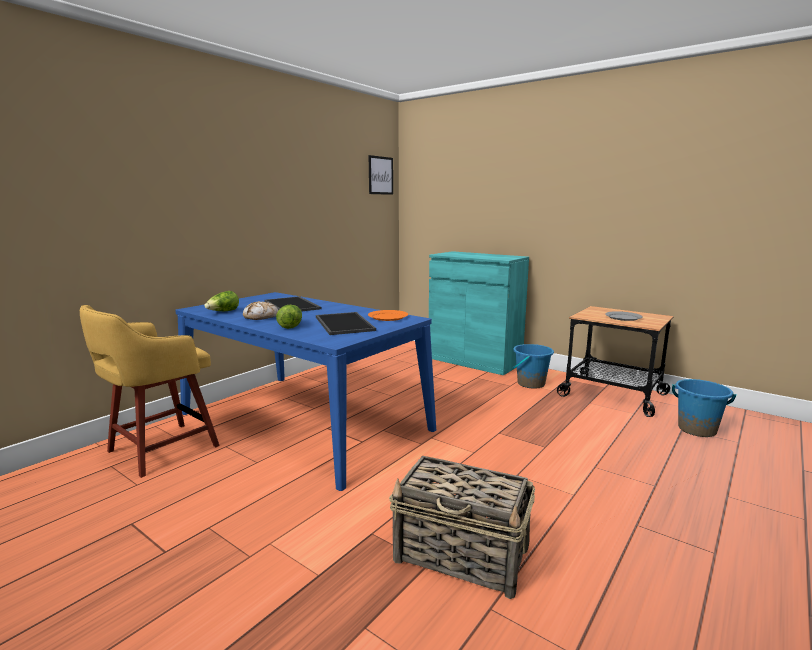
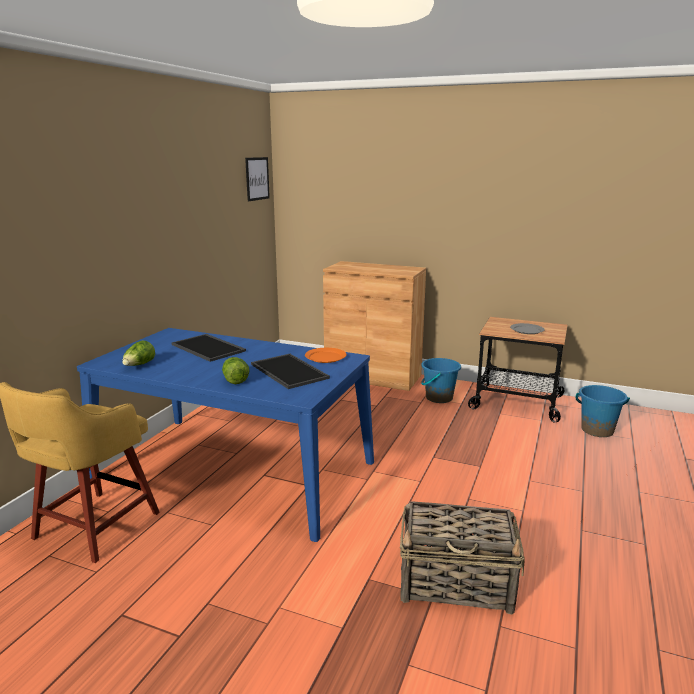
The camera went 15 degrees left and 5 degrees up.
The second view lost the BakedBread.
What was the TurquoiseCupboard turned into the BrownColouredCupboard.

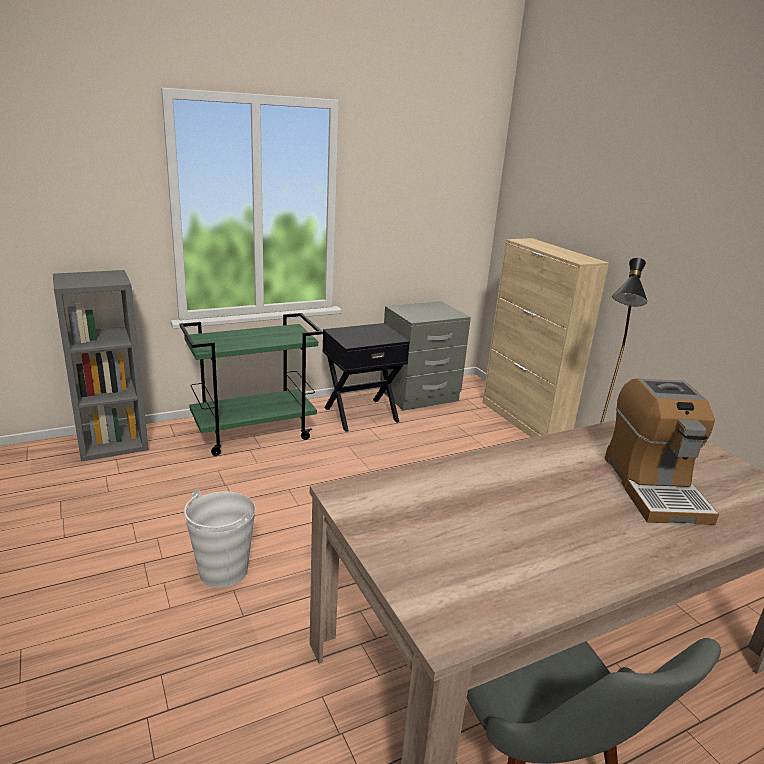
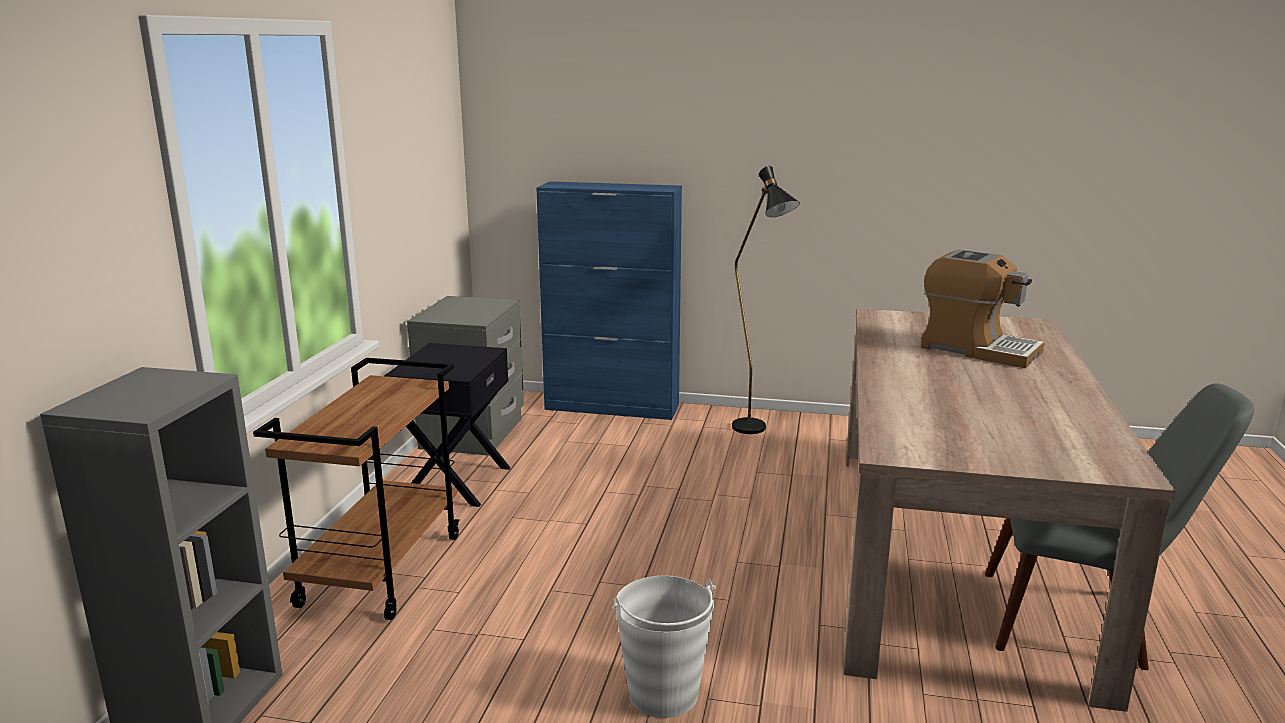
The camera went 50 degrees left and 5 degrees down.
What was the GreenColouredWheeledCart turned into the BrownColouredWheeledCart.
What was the BeigeColouredCupboard turned into the BluishCupboard.

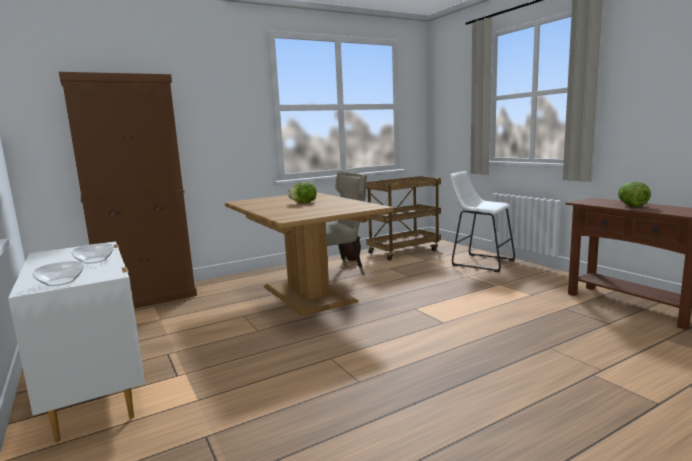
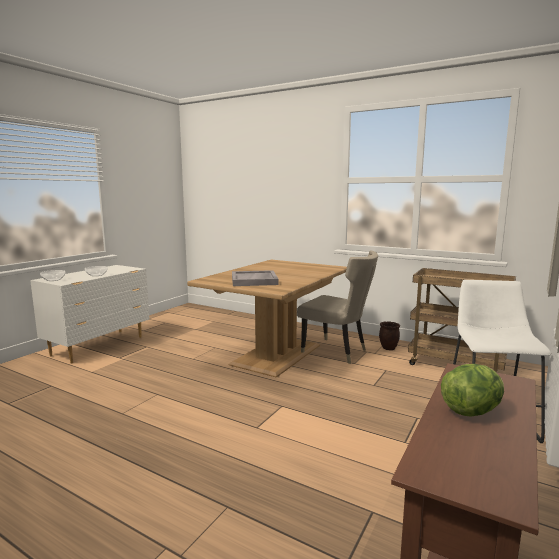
The camera went 60 degrees right and 0 degrees up.
The second view lost the BrownColouredCupboard.
The second view lost the HeadOfLettuce (no. 1 from left).
The second view gained the GrayTray.

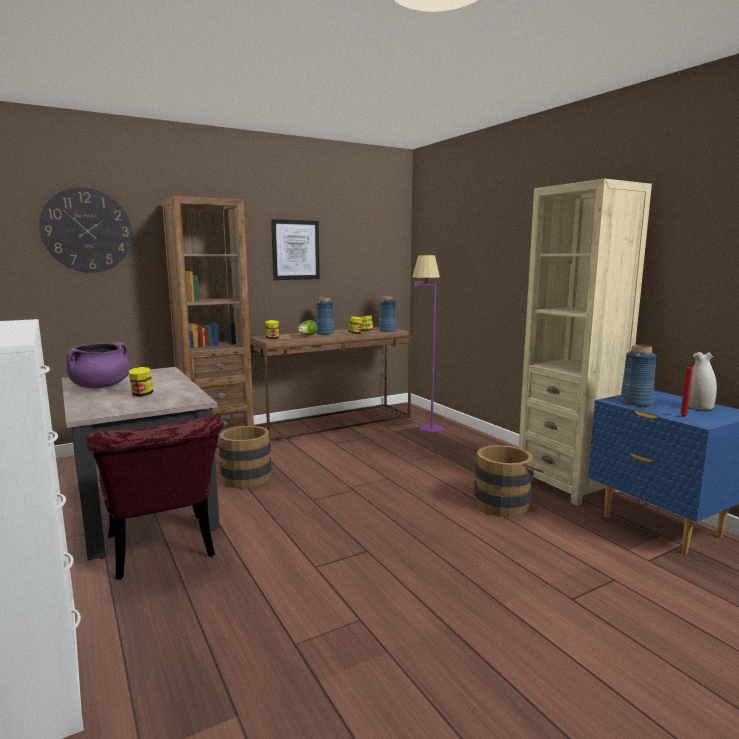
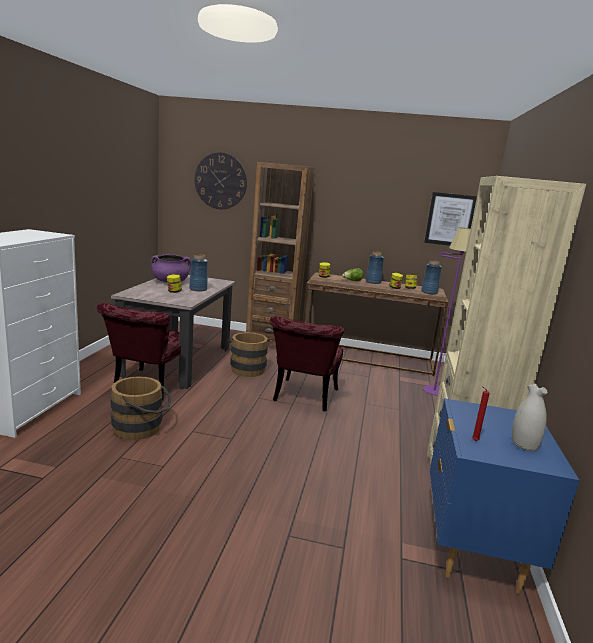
The camera went 40 degrees right and 5 degrees up.
The second view gained the ReddishChair (no. 2 from left).
The Picture ended up elsewhere.
The BrownColouredBucket (no. 2 from left in the first image) ended up elsewhere.
The BluishVase (no. 3 from left in the first image) ended up elsewhere.

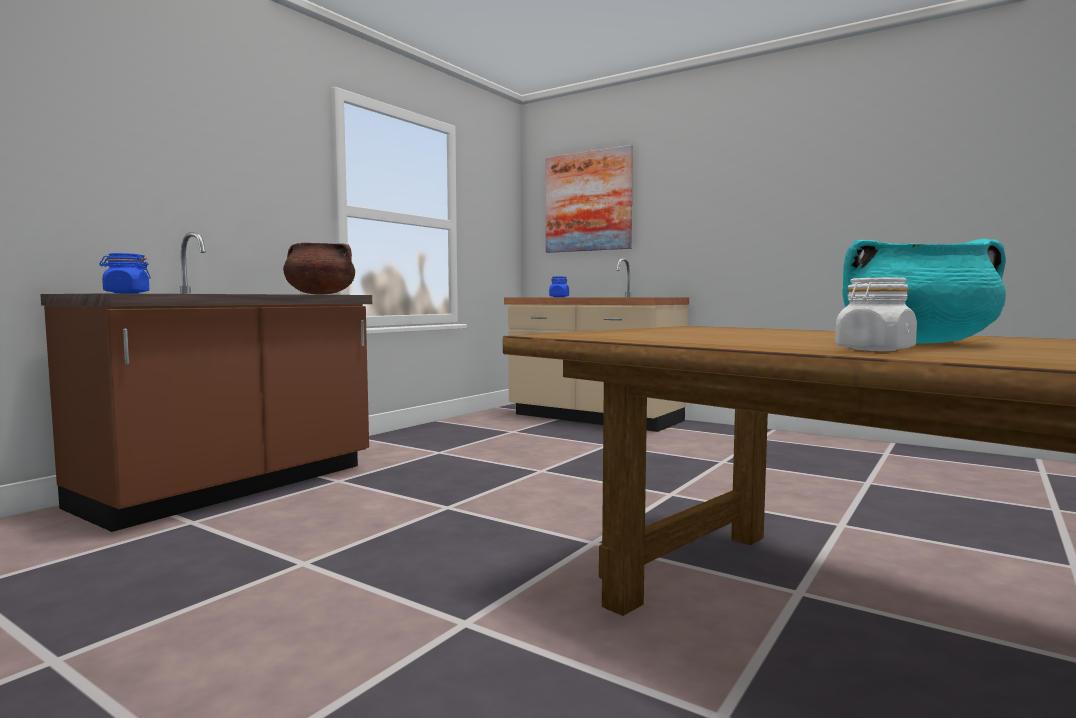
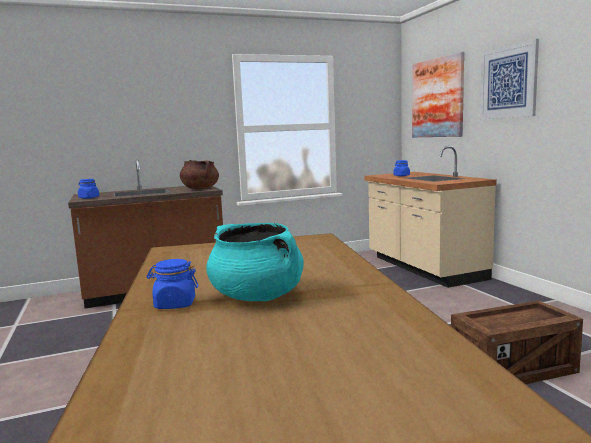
The camera went 35 degrees right and 5 degrees up.
The second view gained the Crate.
The second view gained the Picture (no. 2 from left).
What was the WhitishStorageJar turned into the BluishStorageJar (no. 2 from left).

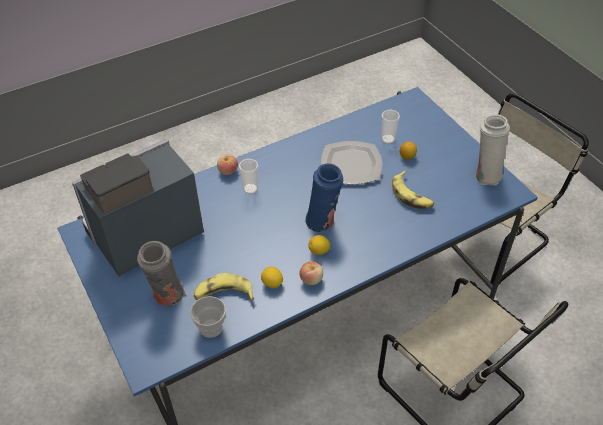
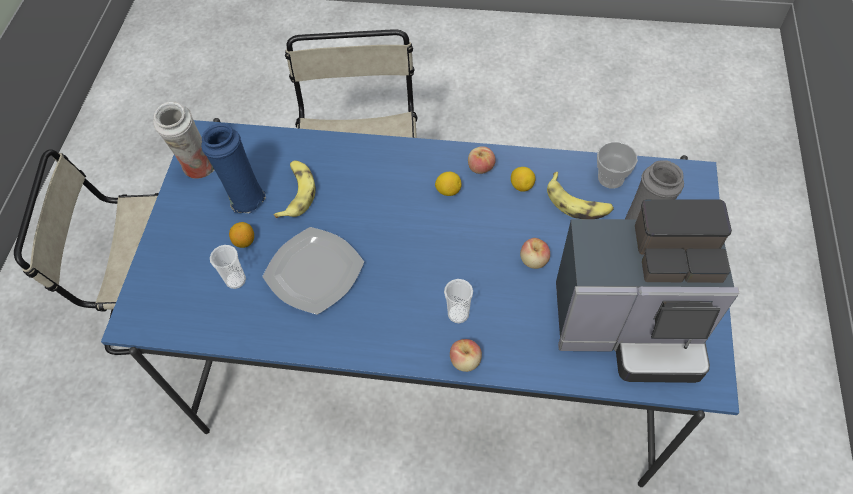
The camera went 140 degrees left and 10 degrees up.
The second view gained the WholeApple (no. 3 from left).
The BluishVase ended up elsewhere.

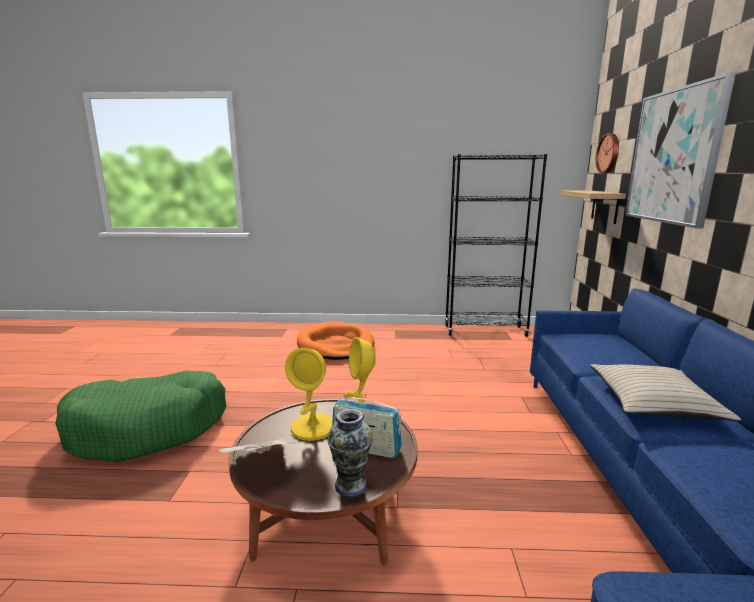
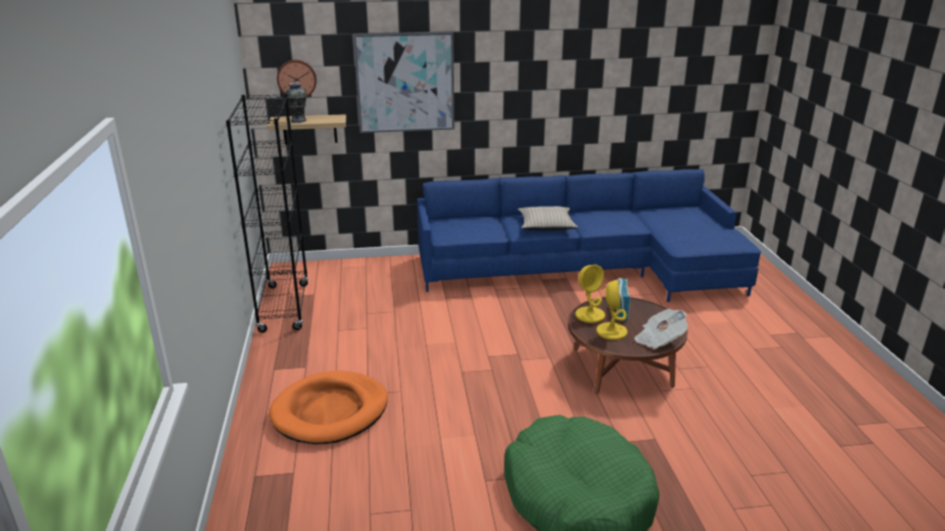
The camera went 100 degrees left and 10 degrees up.
The Vase ended up elsewhere.

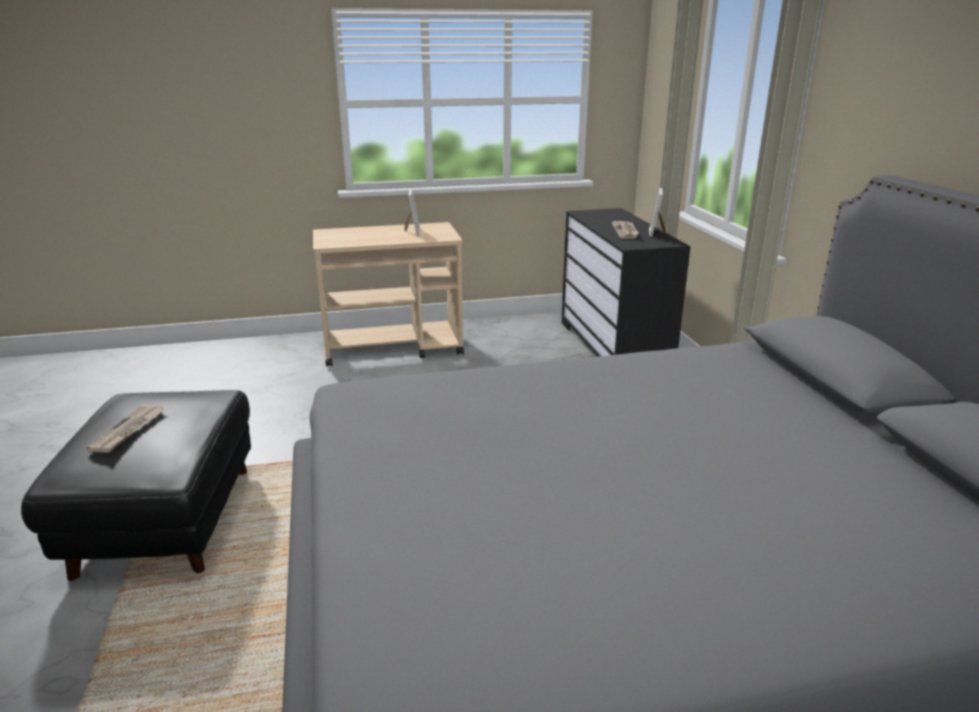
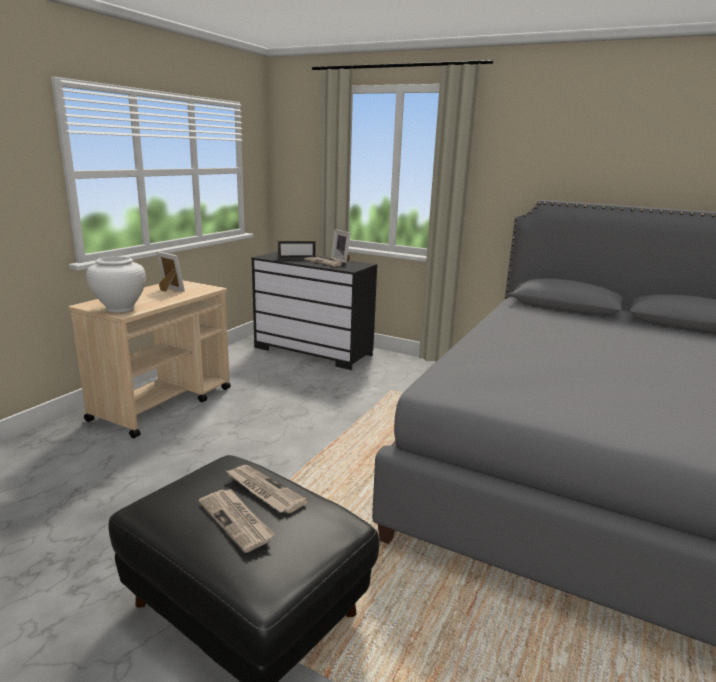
The camera went 50 degrees left and 5 degrees down.
The second view gained the WhitishVase.
The second view gained the PrintedPaper (no. 2 from left).
The second view gained the StandingFrame (no. 2 from left).

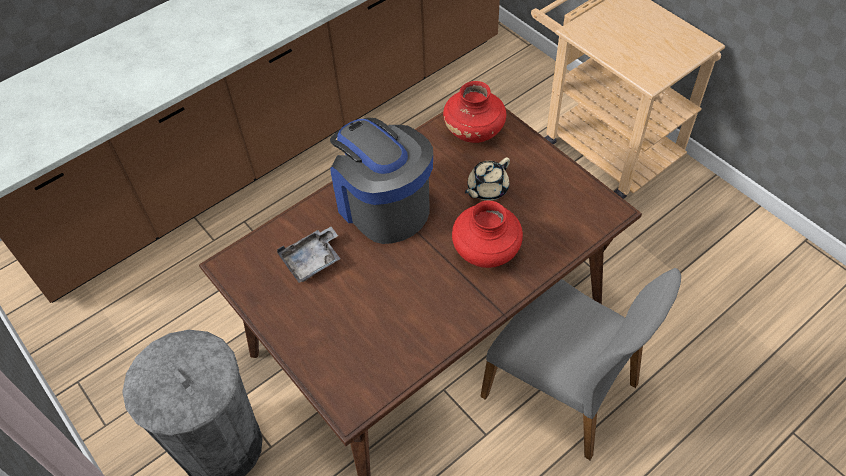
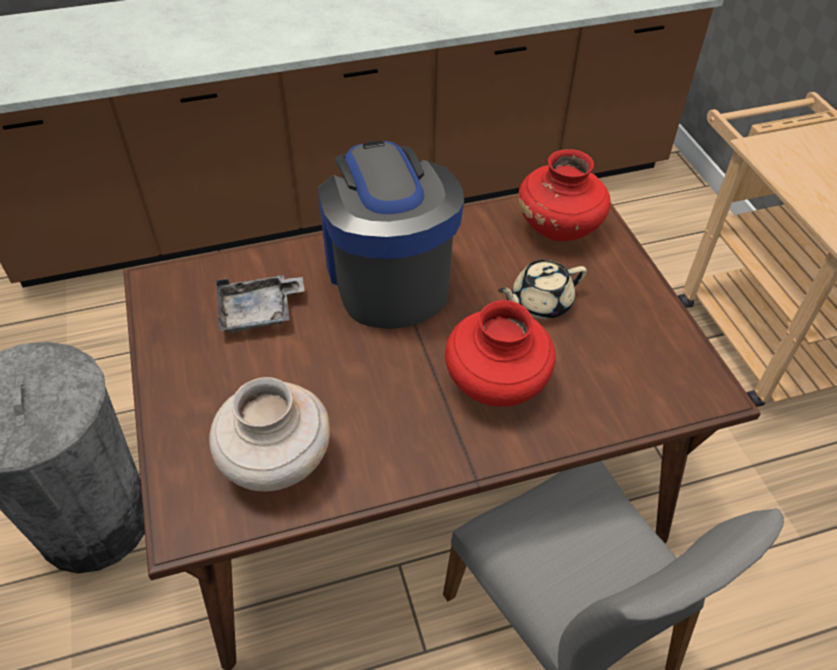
The camera went 20 degrees right and 5 degrees down.
The second view gained the BeigeColouredVase.

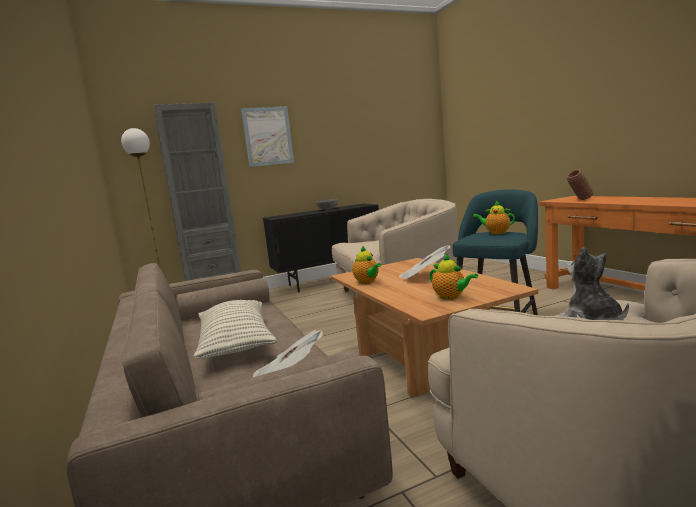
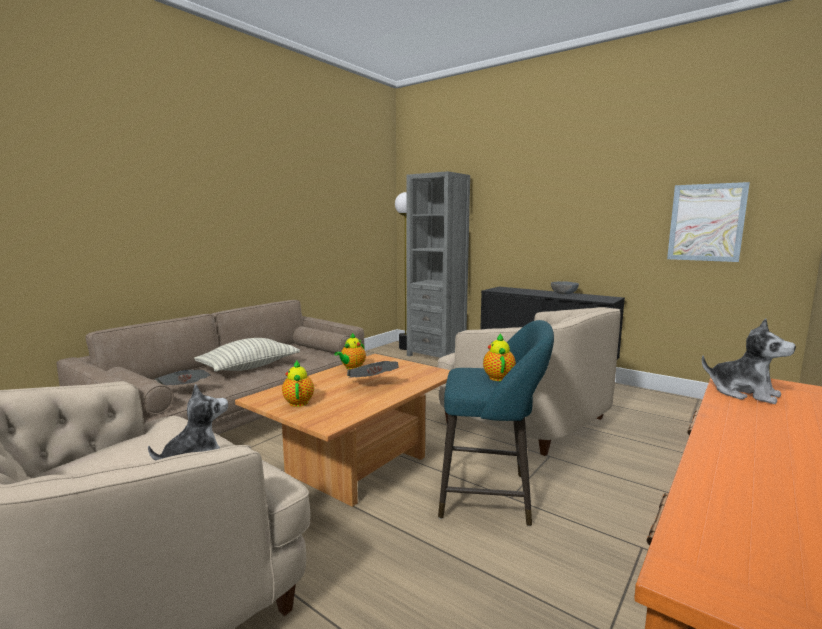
The camera went 60 degrees right and 0 degrees up.
The Picture ended up elsewhere.
Where the BrownColouredVase stood, the SoftToy (no. 2 from left) came to stand.
The Teapot (no. 2 from left in the first image) ended up facing another way, 150 degrees clockwise from before.

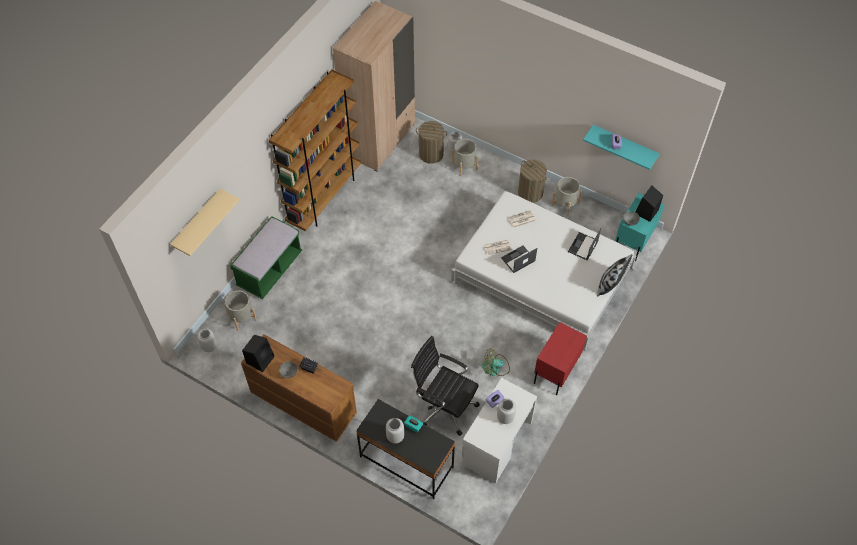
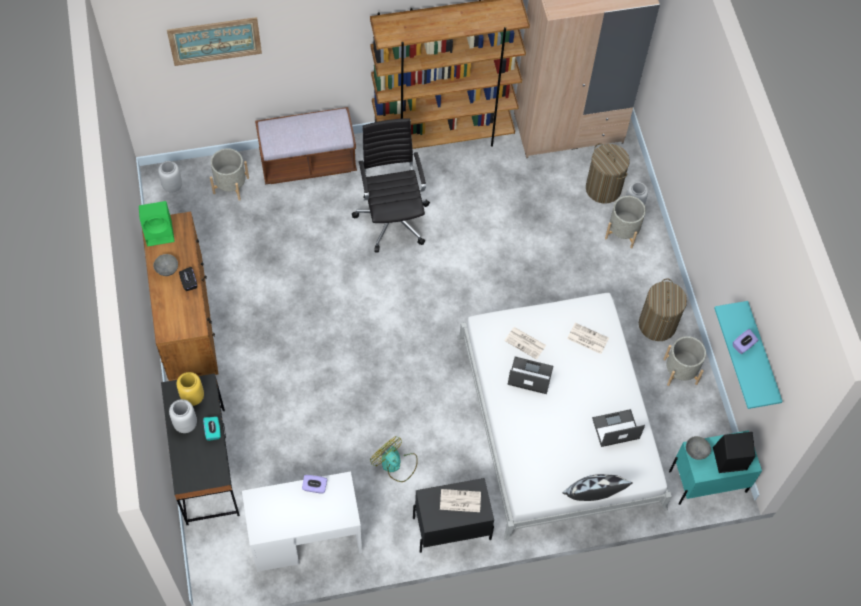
The camera went 45 degrees right and 5 degrees up.
The second view lost the GrayVase (no. 4 from left).
The second view gained the YellowVase.
The second view gained the PrintedPaper (no. 1 from left).
The BlackColouredDeskChair ended up elsewhere.
Where the BeigeColouredBracketShelf hung, the Picture came to hang.
What was the GreenColouredLongSeat turned into the BrownColouredLongSeat.
What was the BlackColouredSpeaker (no. 1 from left) turned into the GreenColouredSpeaker.
What was the ReddishNightstand turned into the BlackColouredNightstand.

